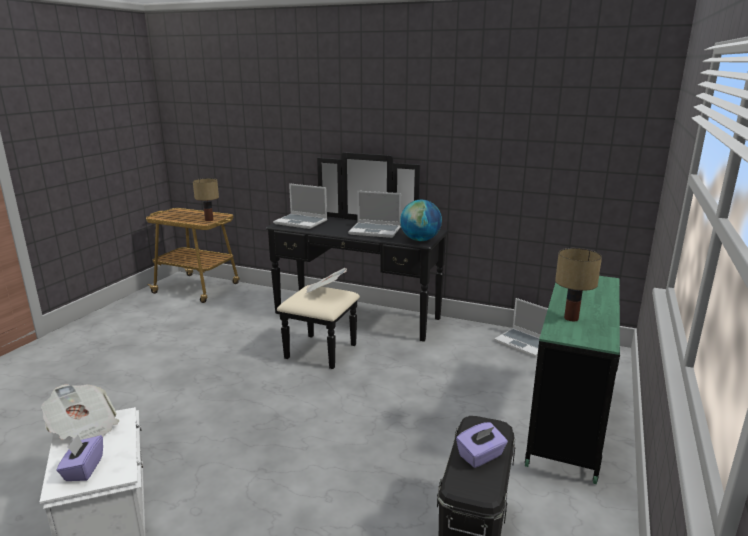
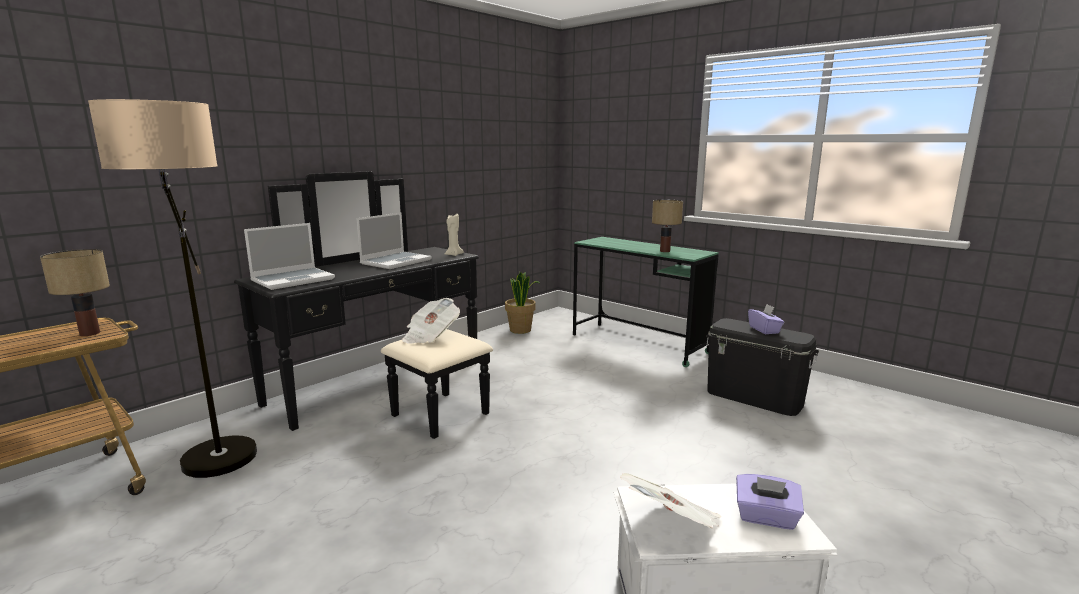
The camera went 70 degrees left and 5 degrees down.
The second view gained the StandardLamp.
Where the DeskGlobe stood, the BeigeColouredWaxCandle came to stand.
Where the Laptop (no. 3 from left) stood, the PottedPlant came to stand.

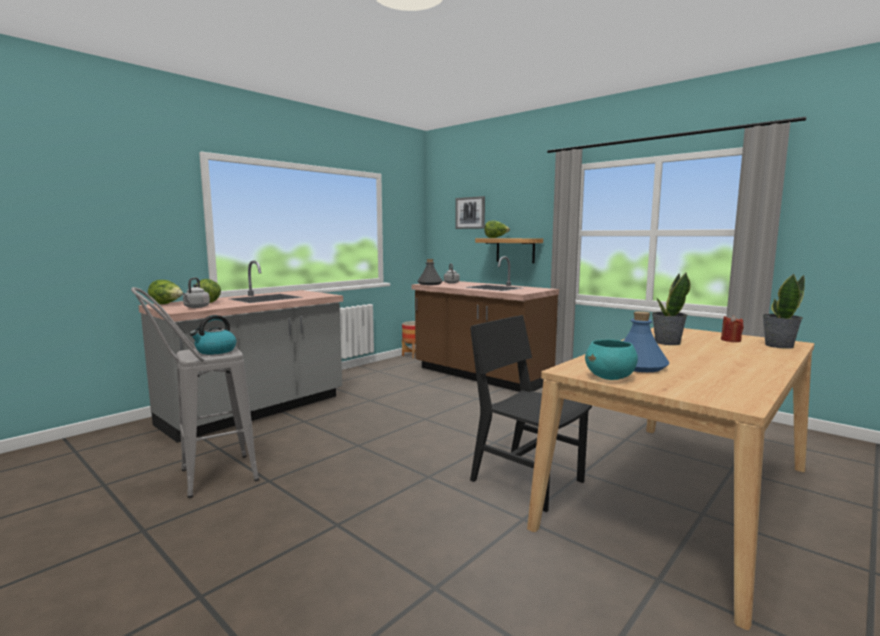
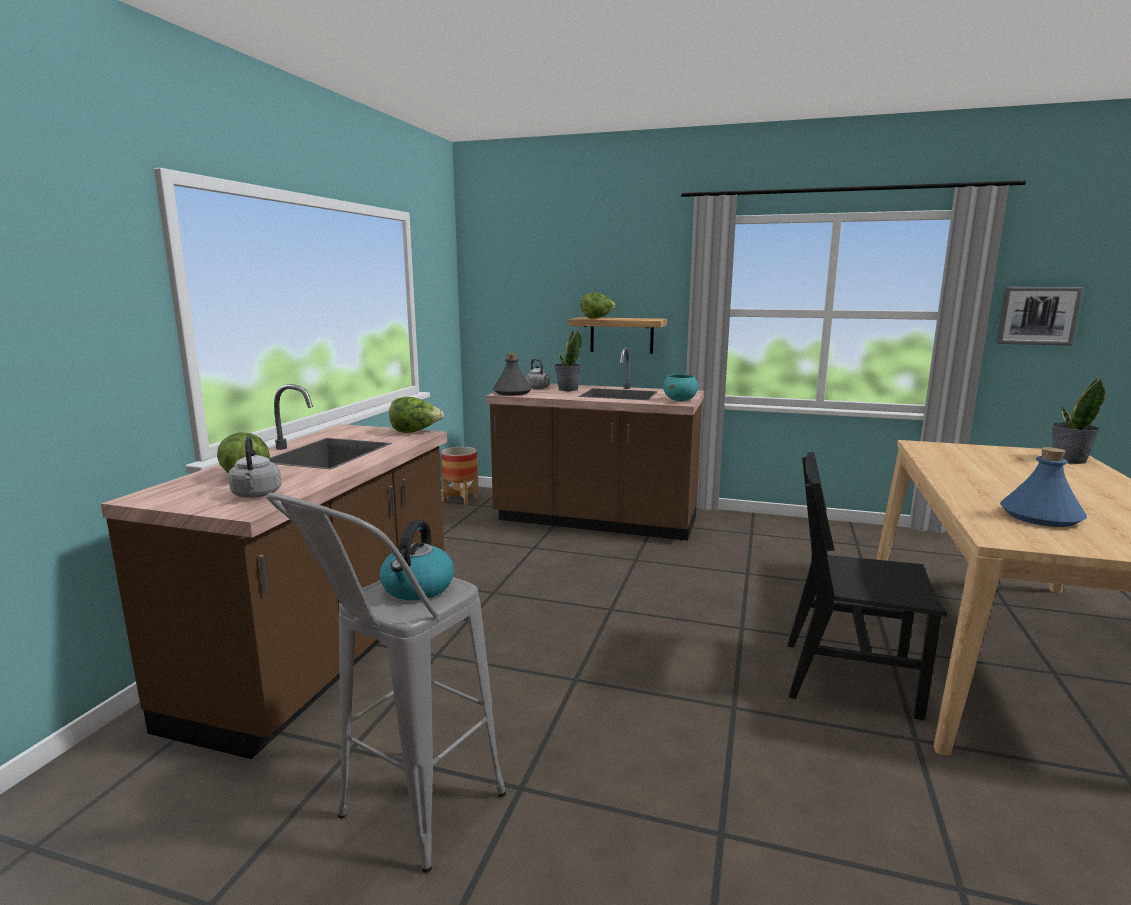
The camera went 25 degrees left and 5 degrees up.
The second view lost the ReddishWaxCandle.
The HeadOfLettuce (no. 1 from left in the first image) ended up elsewhere.
The Picture ended up elsewhere.
The TurquoiseDeepDish ended up elsewhere.
The PottedPlant (no. 1 from left) ended up elsewhere.
What was the GrayCounter turned into the BrownColouredCounter (no. 1 from left).

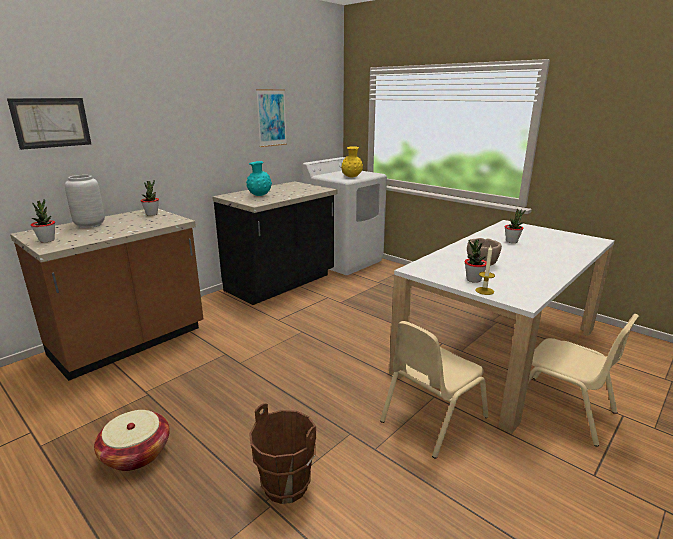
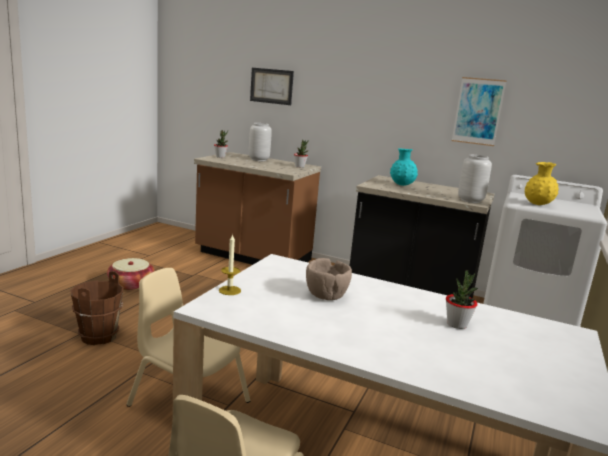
The camera went 70 degrees right and 5 degrees down.
The second view lost the PottedPlant (no. 3 from left).
The second view gained the GrayVase (no. 2 from left).

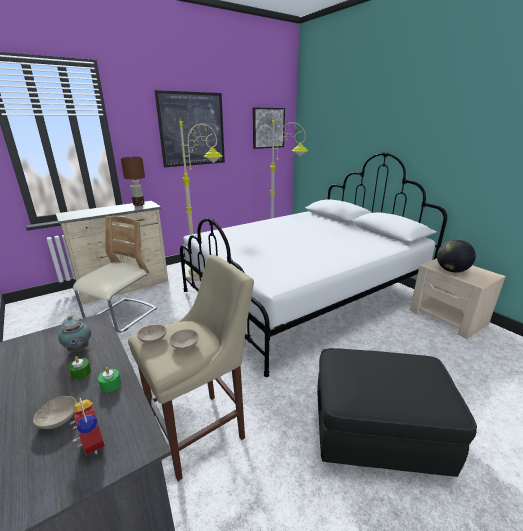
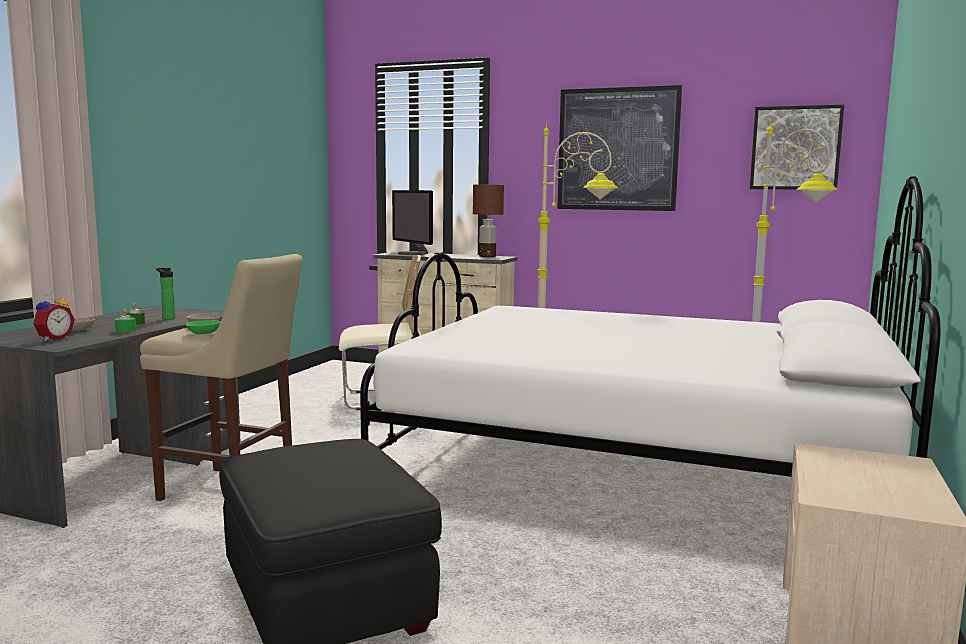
The camera went 55 degrees right and 15 degrees down.
The second view lost the DeskGlobe.
The second view gained the ComputerScreen.
Where the Teapot stood, the DrinkBottle came to stand.
What was the BeigeColouredDeepDish (no. 3 from left) turned into the GreenColouredDeepDish.

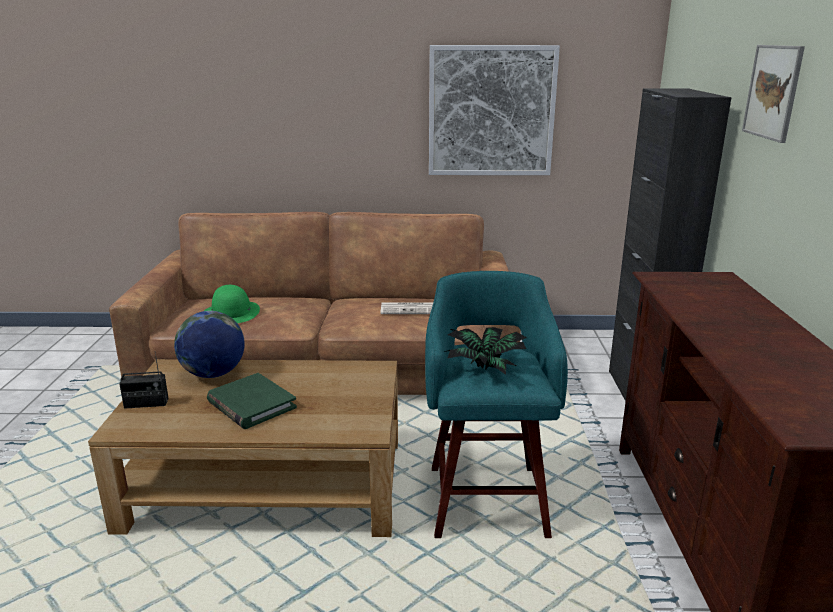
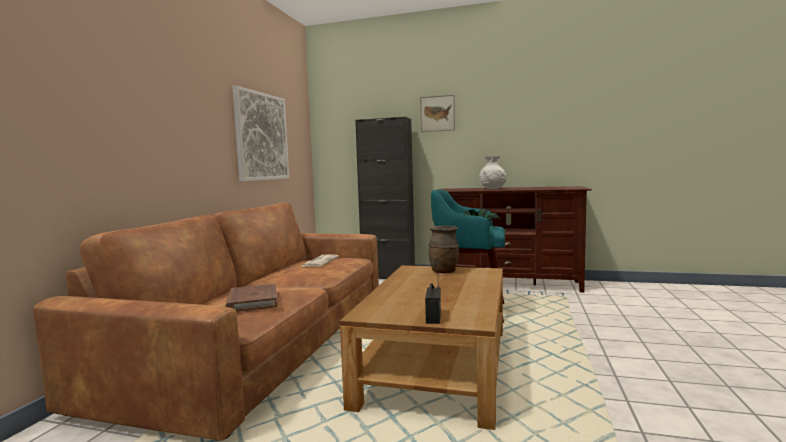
The camera went 75 degrees left and 15 degrees down.
The second view lost the DeskGlobe.
The second view lost the GreenColouredVolume.
The second view gained the BrownColouredVase.
The second view gained the WhitishVase.
Where the GreenColouredClothingHat stood, the BrownColouredVolume came to stand.

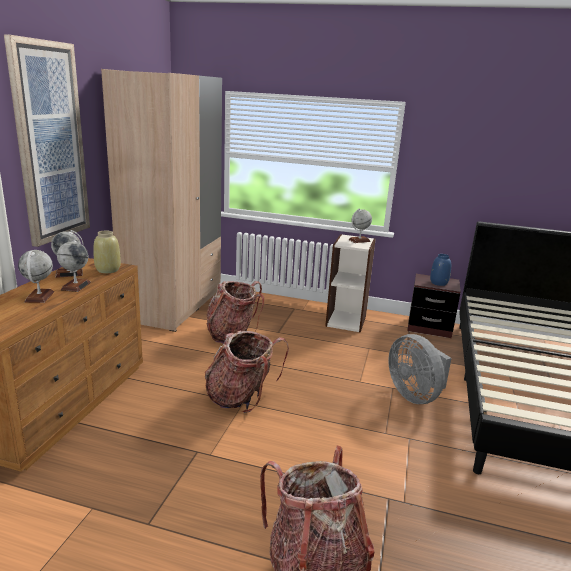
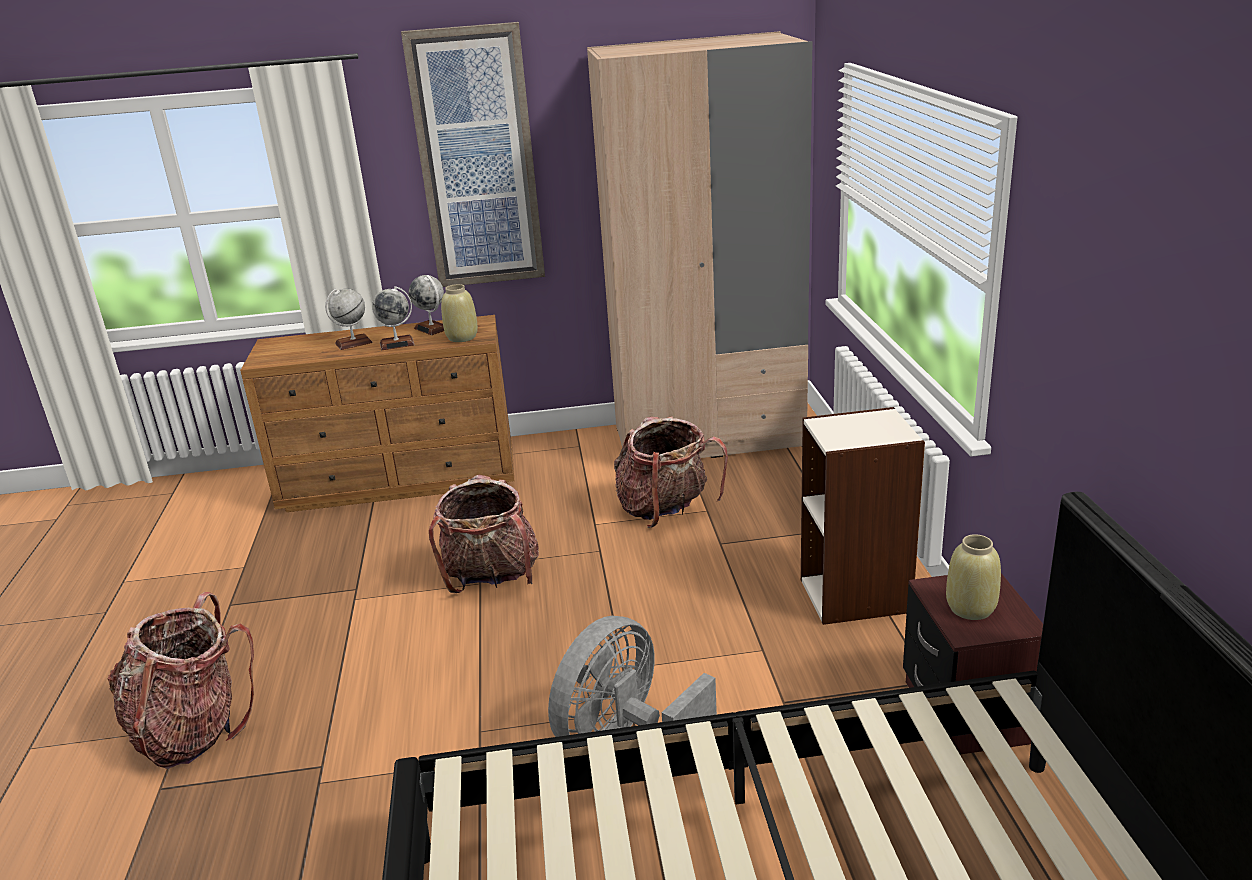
The camera went 70 degrees right and 5 degrees up.
The second view lost the DeskGlobe (no. 4 from left).
What was the BluishVase turned into the BeigeColouredVase (no. 2 from left).

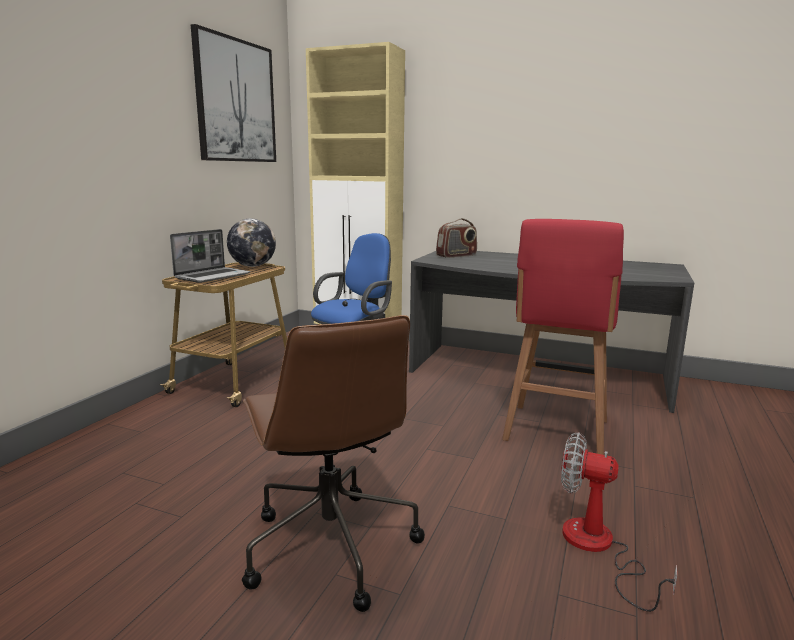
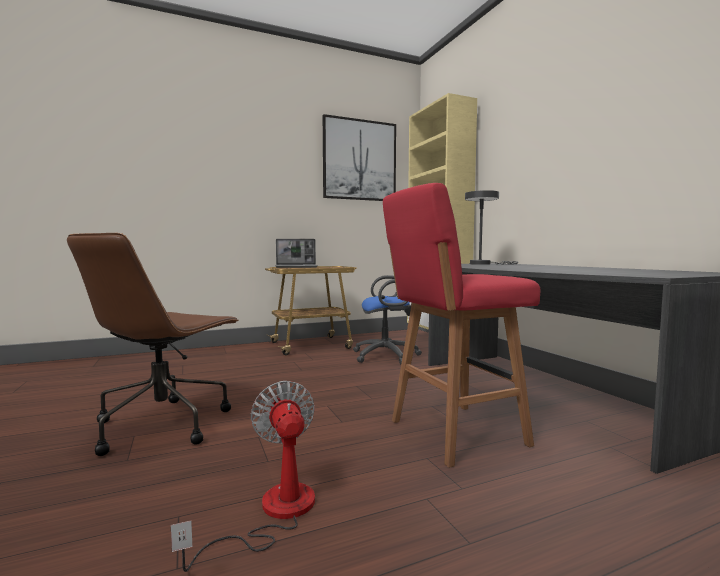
The camera went 45 degrees right and 10 degrees down.
The second view lost the DeskGlobe.
Where the Radio stood, the GrayTabletopLamp came to stand.

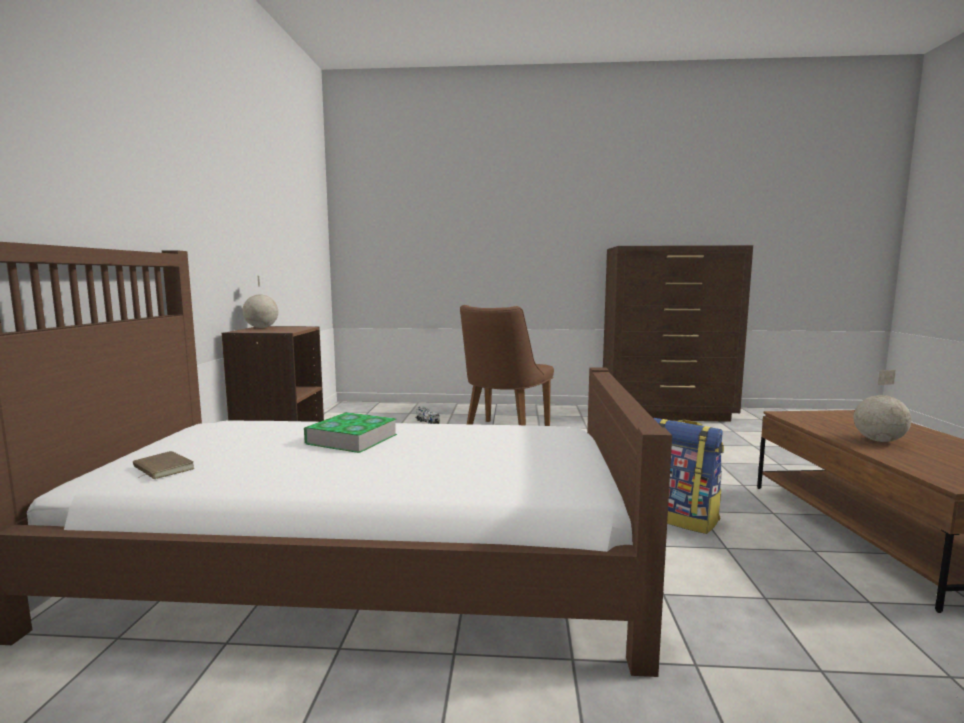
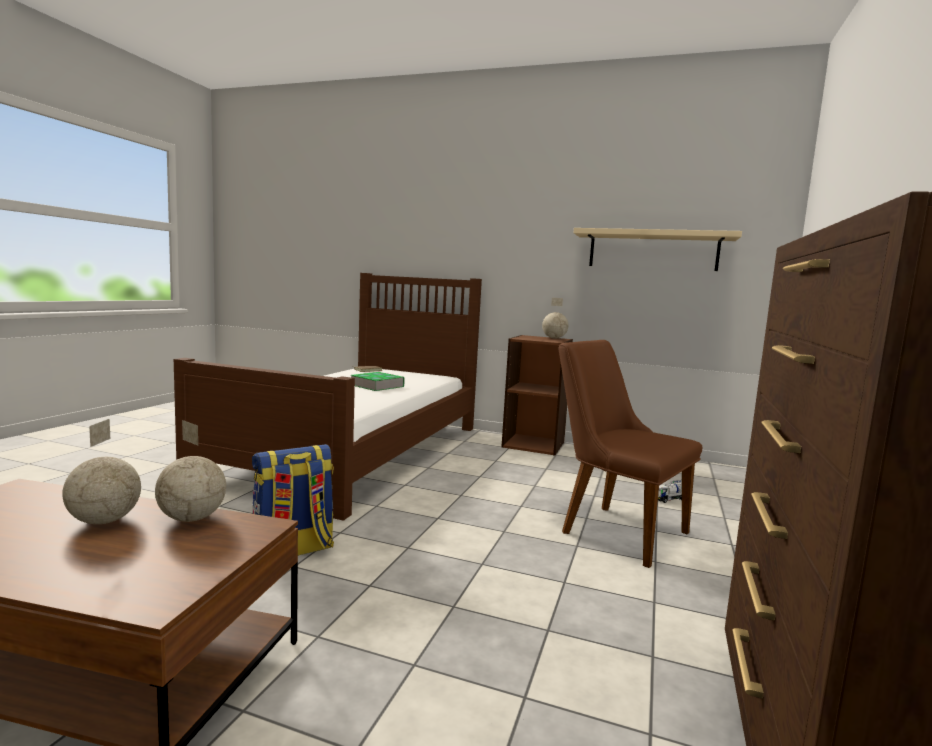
The camera went 105 degrees right and 0 degrees up.
The second view gained the DeskGlobe (no. 2 from left).
The second view gained the BeigeColouredBracketShelf.

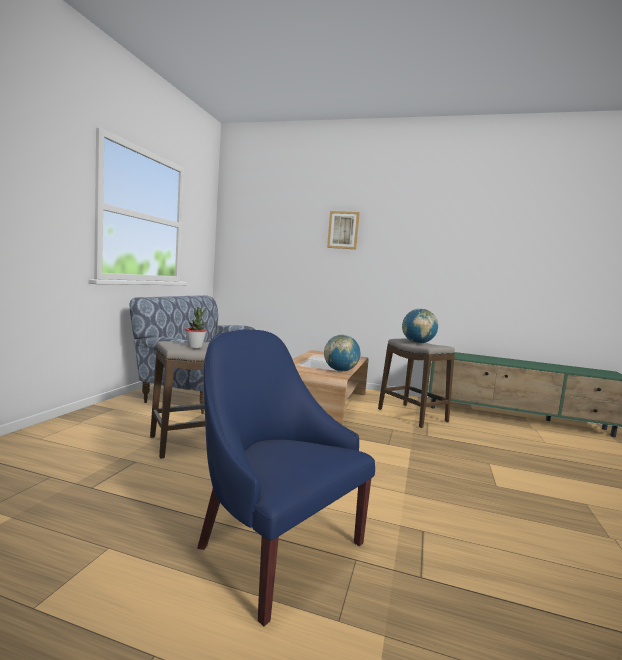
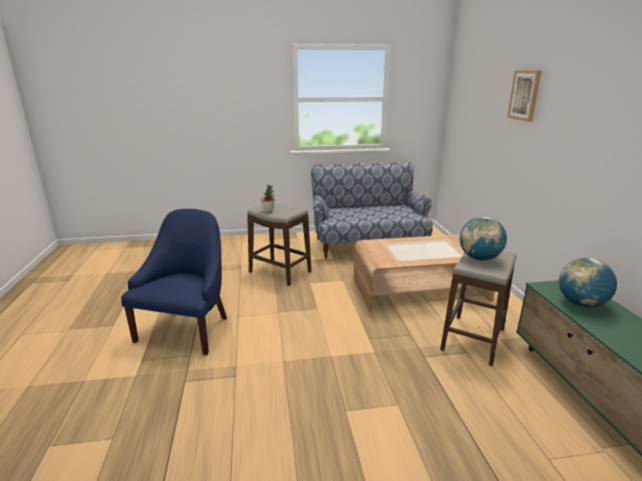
The camera went 65 degrees right and 15 degrees up.
The DeskGlobe (no. 1 from left in the first image) ended up elsewhere.

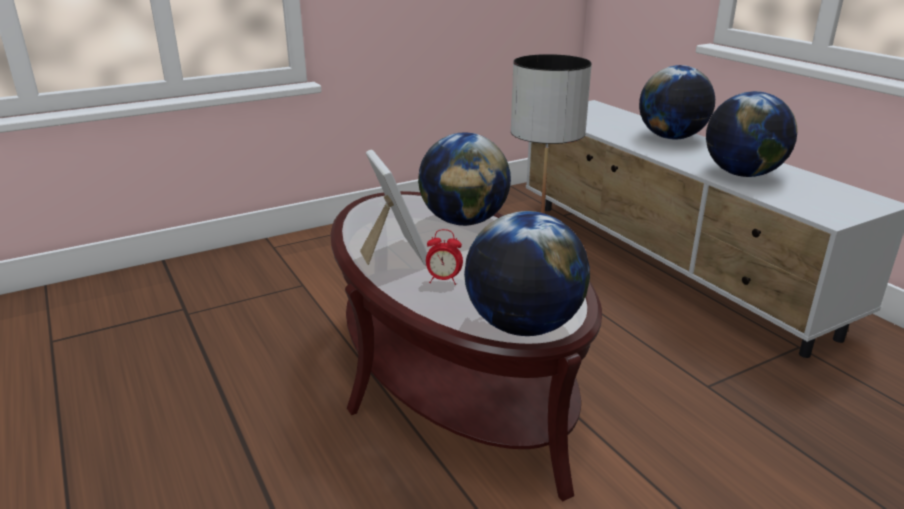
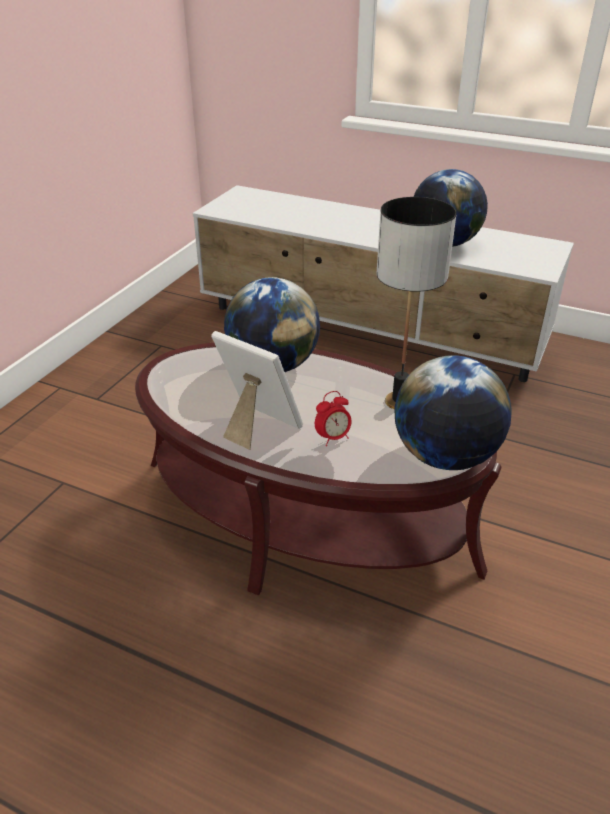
The camera went 35 degrees left and 10 degrees up.
The second view lost the DeskGlobe (no. 3 from left).

